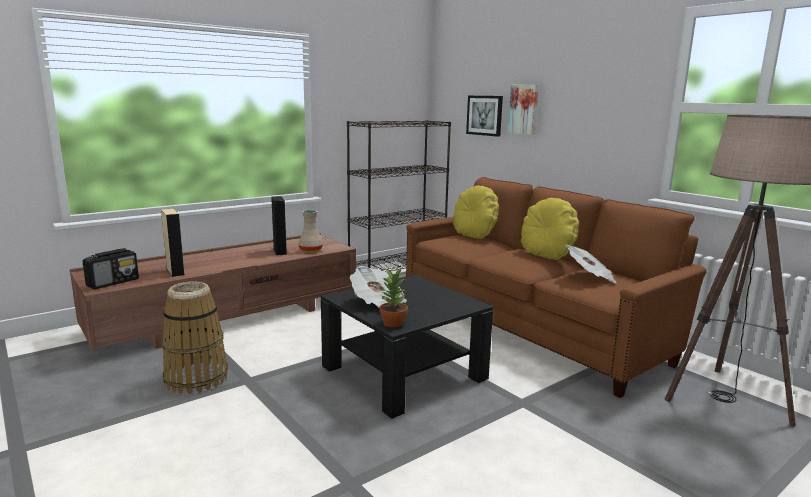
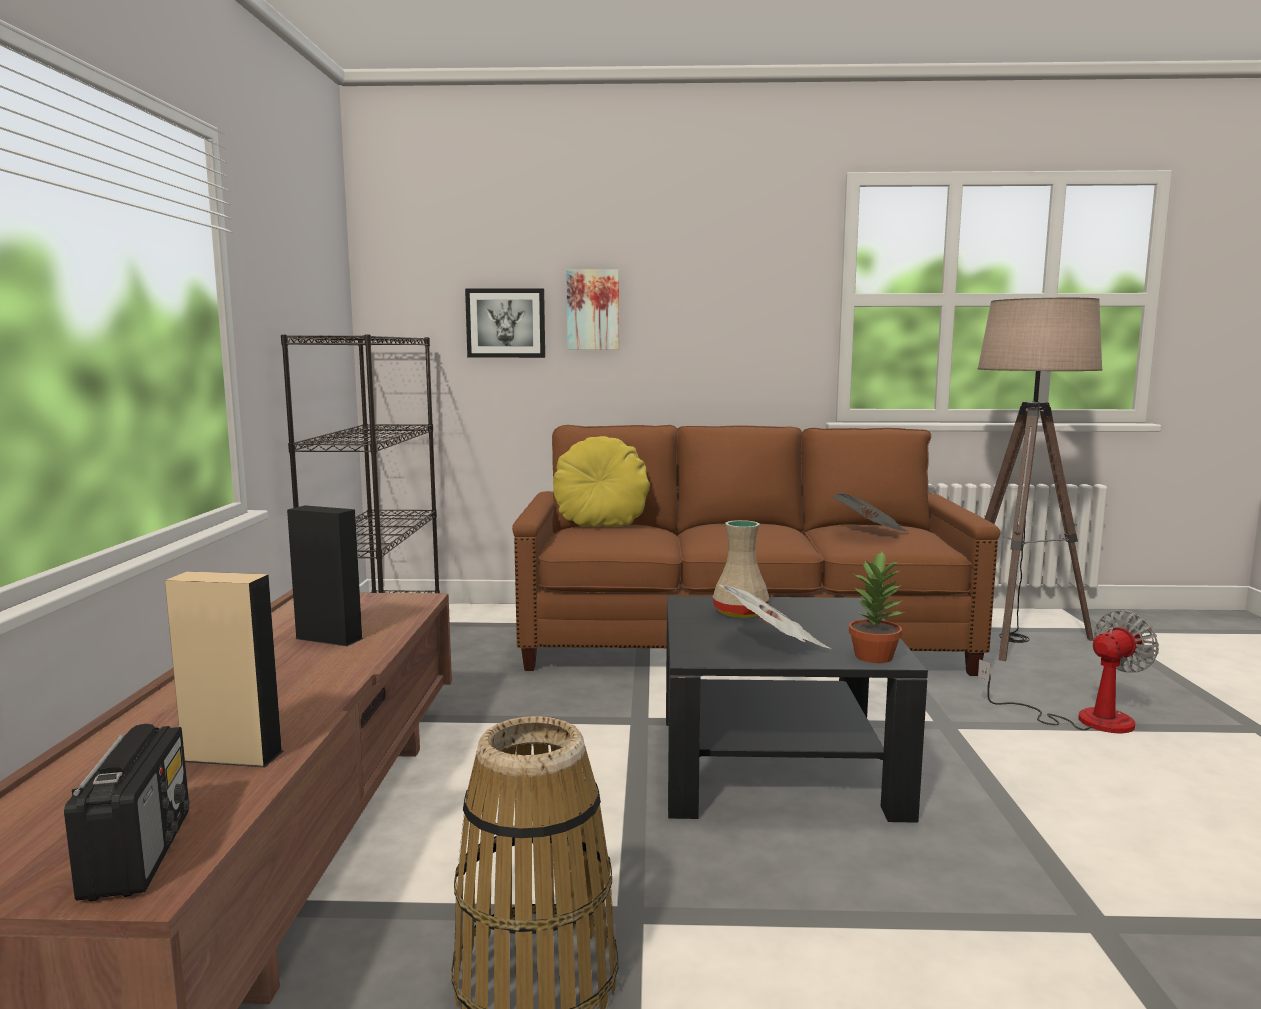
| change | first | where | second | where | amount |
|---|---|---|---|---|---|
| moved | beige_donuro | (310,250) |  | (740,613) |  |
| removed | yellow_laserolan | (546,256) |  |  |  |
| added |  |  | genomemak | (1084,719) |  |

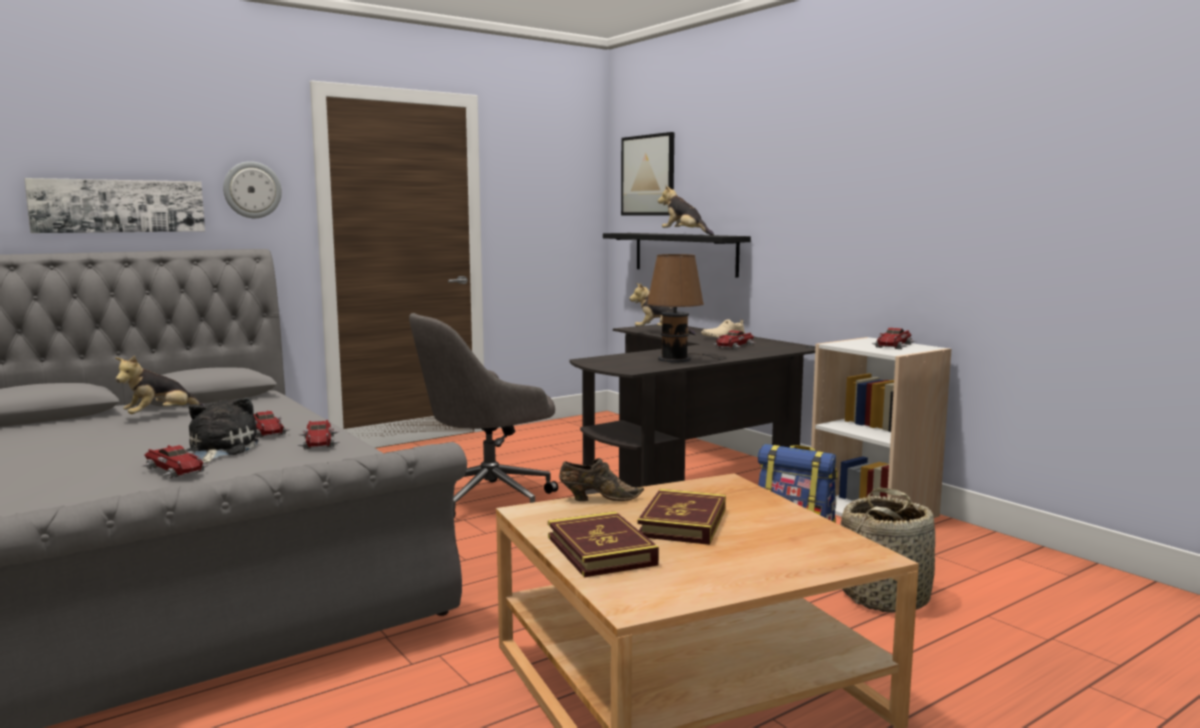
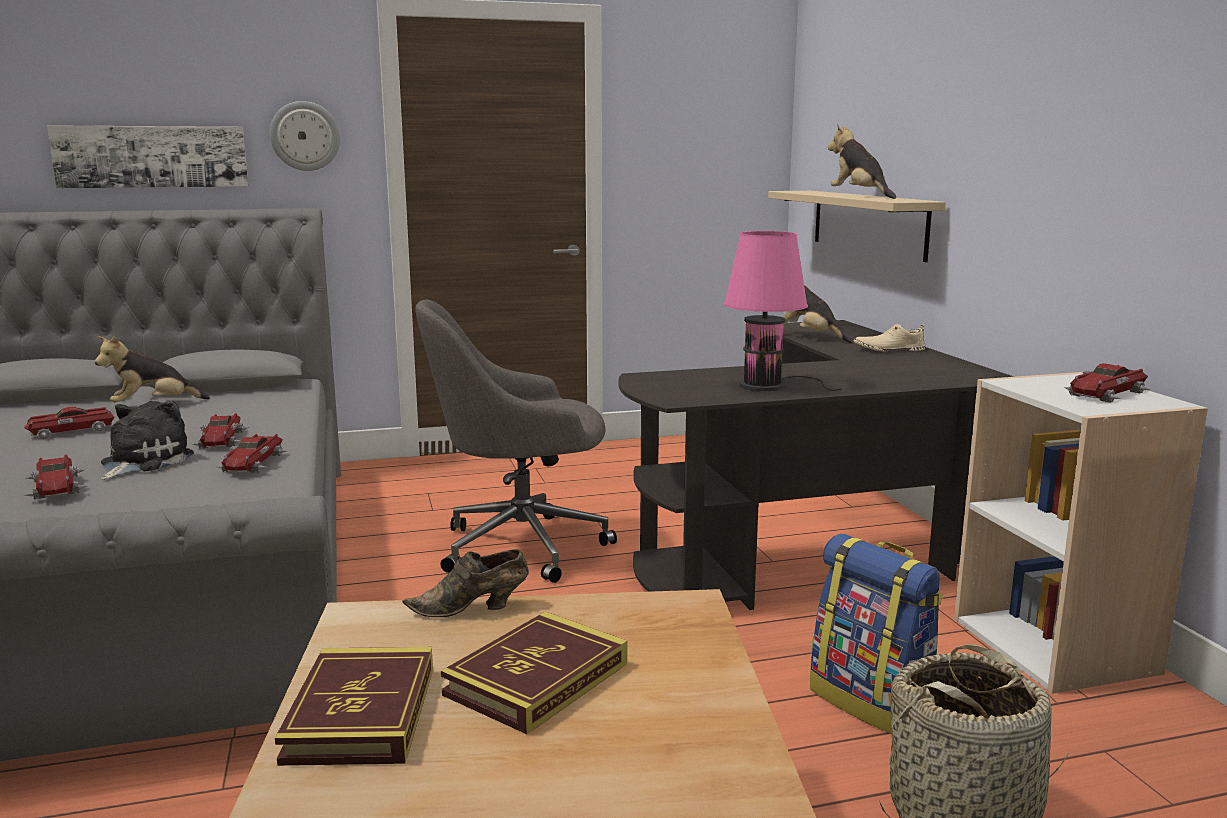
| change | first | where | second | where | amount |
|---|---|---|---|---|---|
| turned | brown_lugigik | (598,499) |  | (472,609) | 150 degrees clockwise |
| recoloured | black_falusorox | (685,253) | beige_falusorox | (868,223) |  |
| removed | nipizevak | (648,175) |  |  |  |
| recoloured | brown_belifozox | (677,359) | pink_belifozox | (767,385) |  |
| moved | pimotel | (734,346) |  | (71,431) |  |

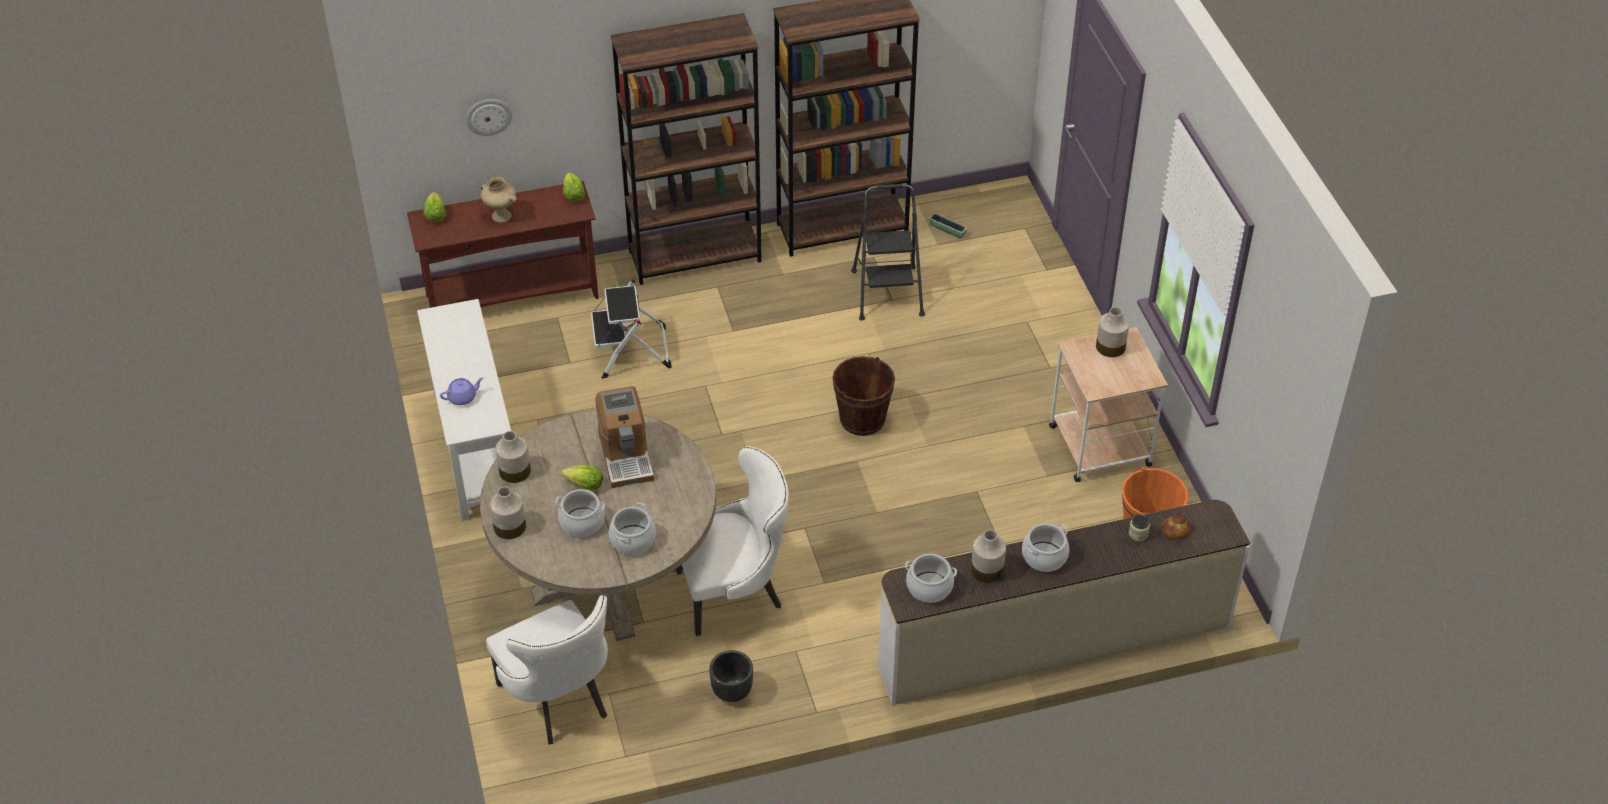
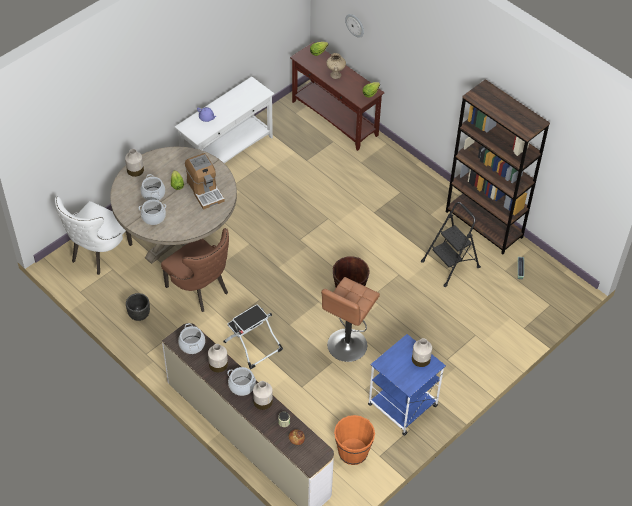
| change | first | where | second | where | amount |
|---|---|---|---|---|---|
| moved | beige_donuro | (515,470) |  | (263,401) |  |
| moved | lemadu | (631,349) |  | (253,343) |  |
| turned | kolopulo | (625,455) |  | (205,191) | 75 degrees counterclockwise |
| removed | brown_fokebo | (695,256) |  |  |  |
| recoloured | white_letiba | (734,592) | brown_letiba | (200,289) |  |
| recoloured | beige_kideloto | (1100,448) | blue_kideloto | (402,406) |  |
| added |  |  | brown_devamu | (346,345) |  |

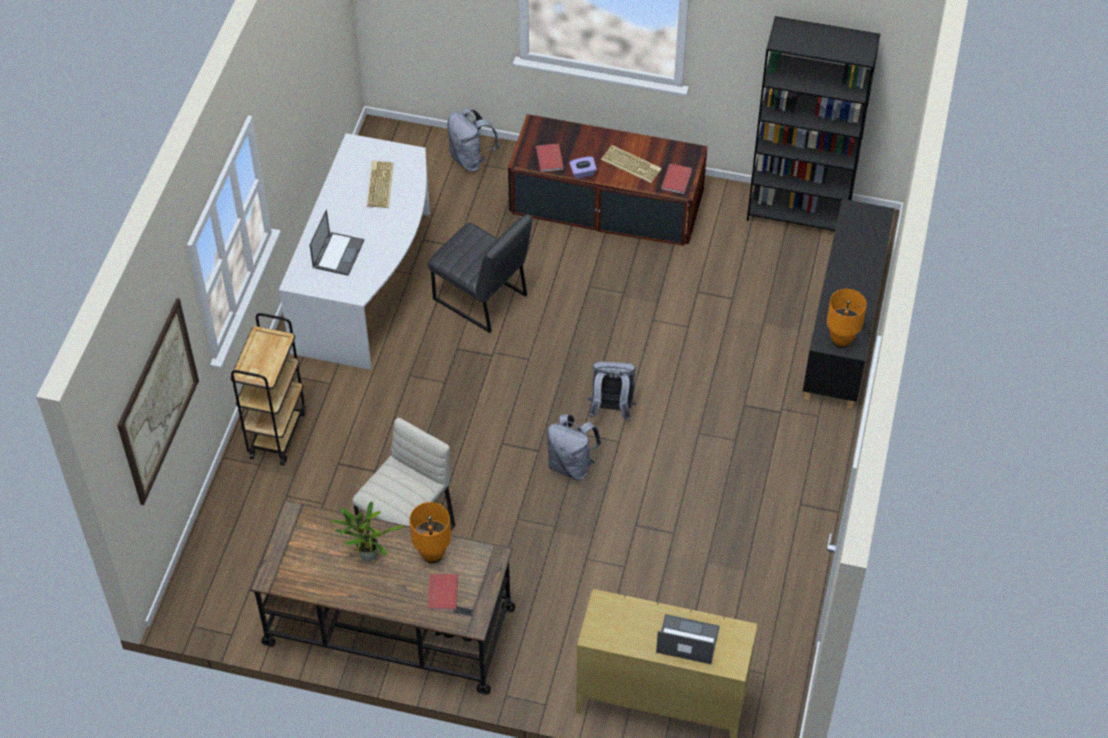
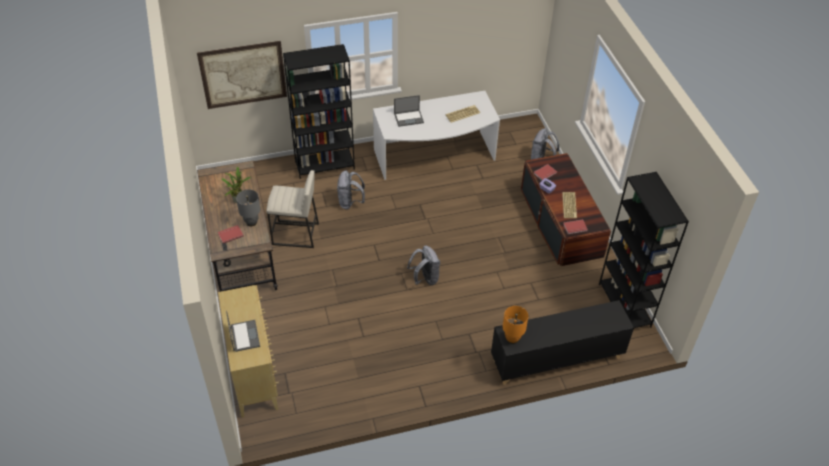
| change | first | where | second | where | amount |
|---|---|---|---|---|---|
| replaced | brown_kideloto | (277,434) | black_fokebo | (325,165) |  |
| recoloured | orange_belifozox | (432,554) | grey_belifozox | (251,222) |  |
| removed | grey_letiba | (482,299) |  |  |  |
| moved | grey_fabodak | (571,465) |  | (350,203) |  |

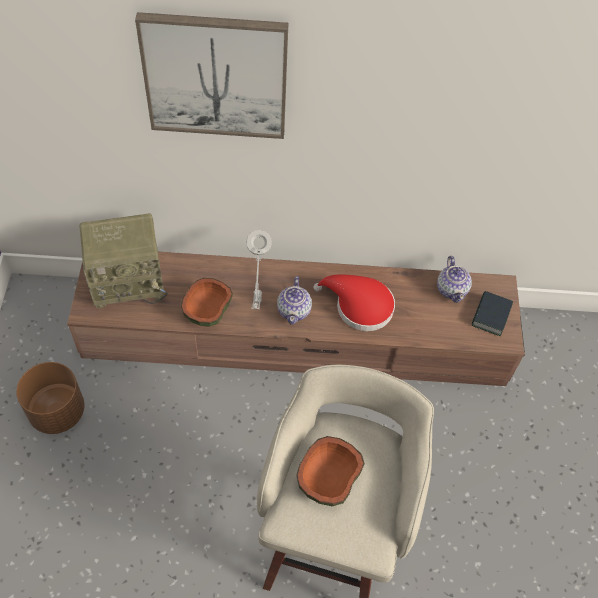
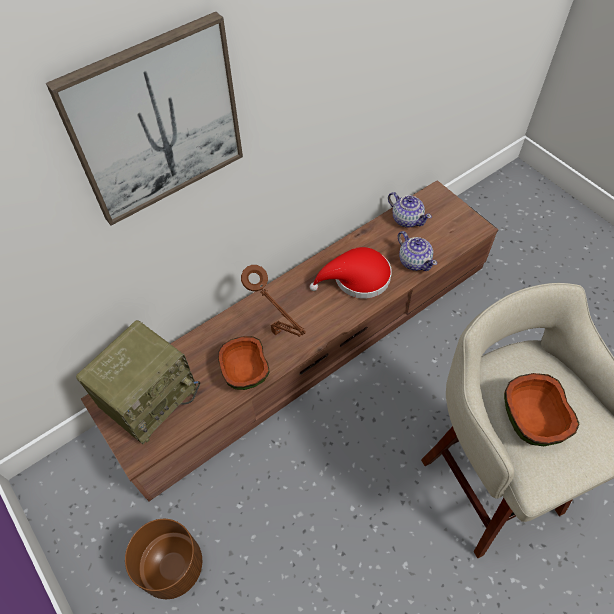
| change | first | where | second | where | amount |
|---|---|---|---|---|---|
| recoloured | grey_belifozox | (257,302) | brown_belifozox | (278,333) |  |
| moved | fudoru | (294,310) |  | (414,261) |  |
| removed | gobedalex | (490,316) |  |  |  |

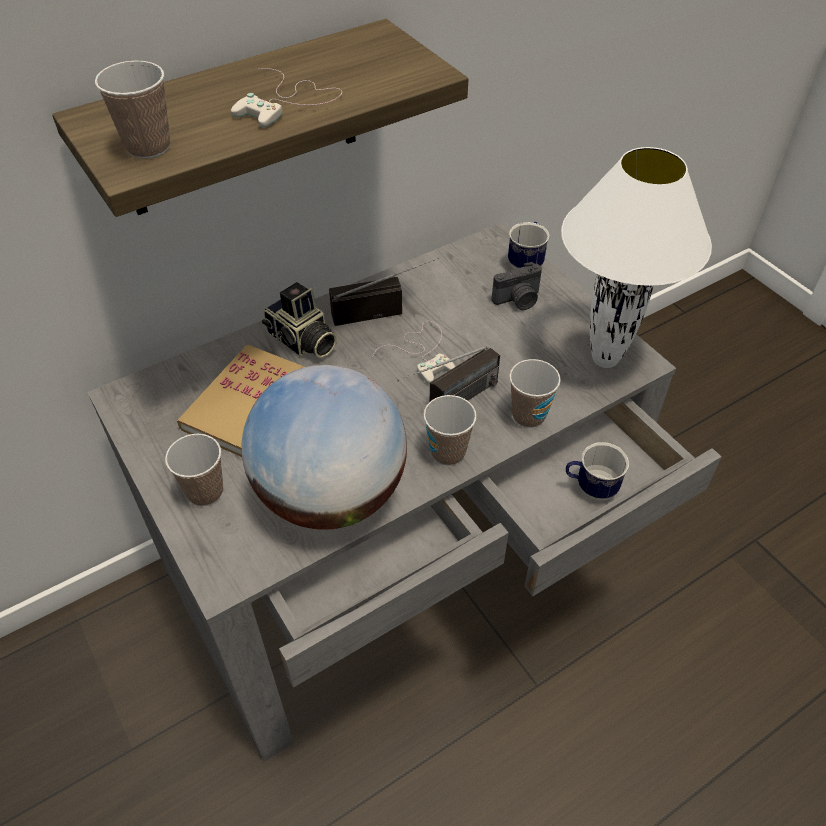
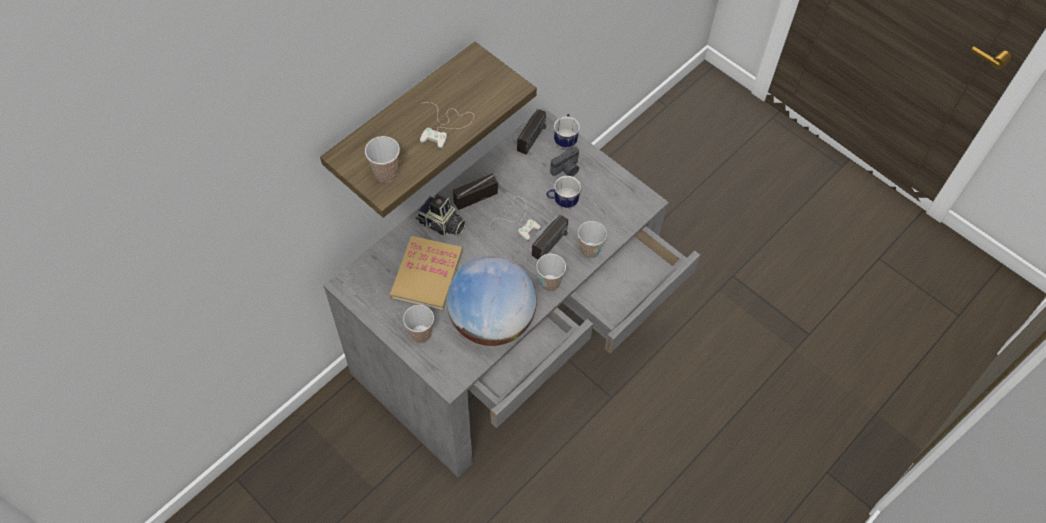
| change | first | where | second | where | amount |
|---|---|---|---|---|---|
| removed | white_belifozox | (603,359) |  |  |  |
| moved | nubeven | (590,488) |  | (562,202) |  |
| added |  |  | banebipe | (527,146) |  |

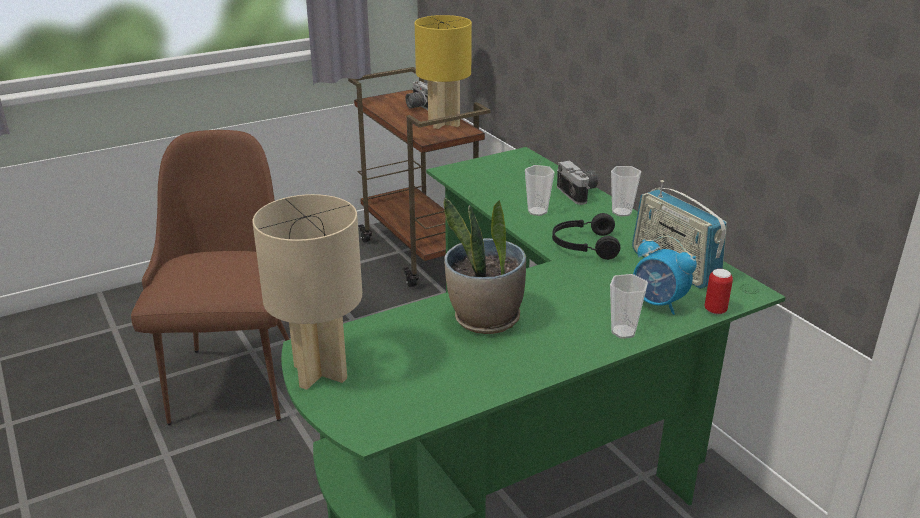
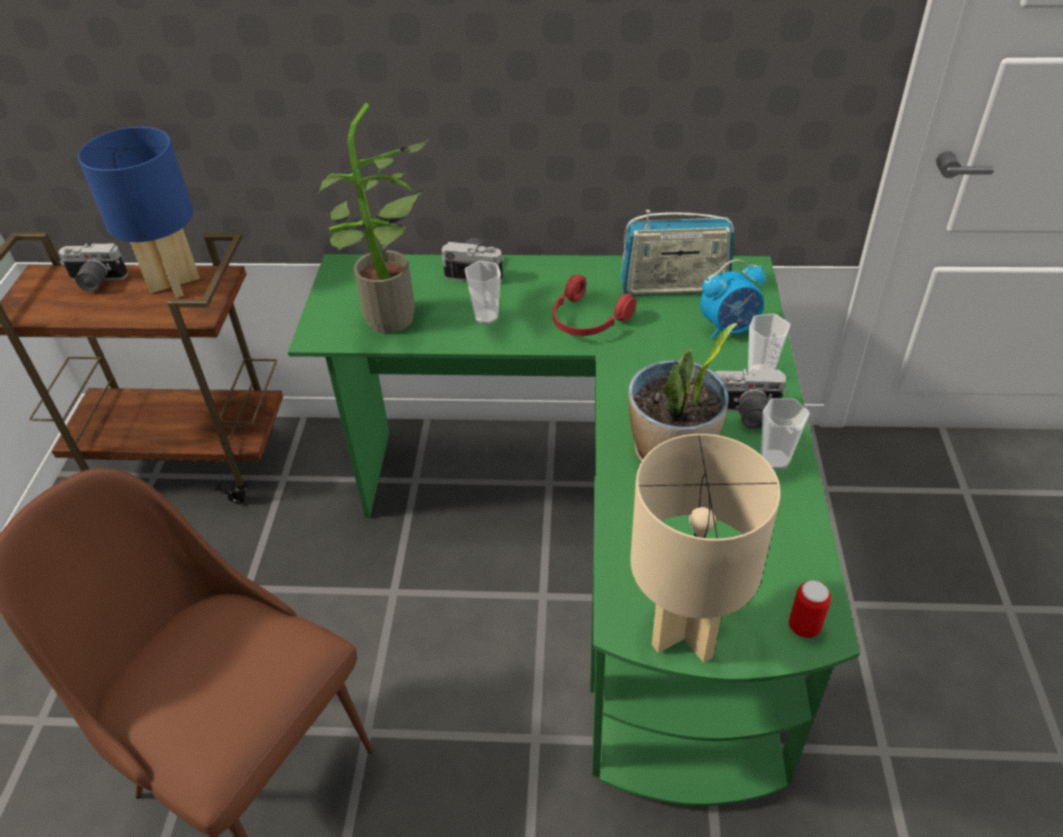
| change | first | where | second | where | amount |
|---|---|---|---|---|---|
| recoloured | yellow_belifozox | (444,123) | blue_belifozox | (175,283) |  |
| recoloured | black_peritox | (584,246) | red_peritox | (587,320) |  |
| moved | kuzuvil | (621,212) |  | (775,459) |  |
| moved | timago | (715,310) |  | (804,627) |  |
| added |  |  | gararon | (391,323) |  |
| added |  |  | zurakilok | (745,414) |  |

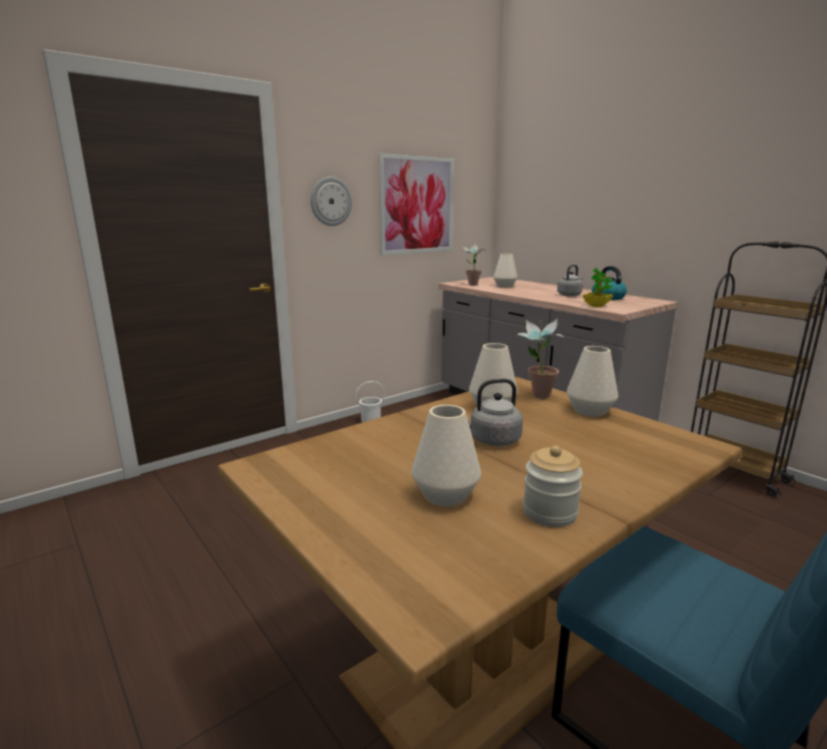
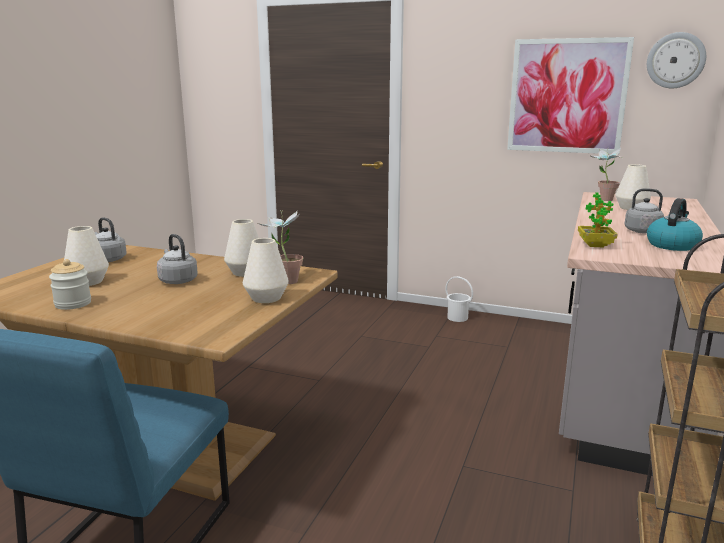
| change | first | where | second | where | amount |
|---|---|---|---|---|---|
| moved | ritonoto | (330,201) |  | (675,60) |  |
| added |  |  | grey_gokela | (108,259) |  |

